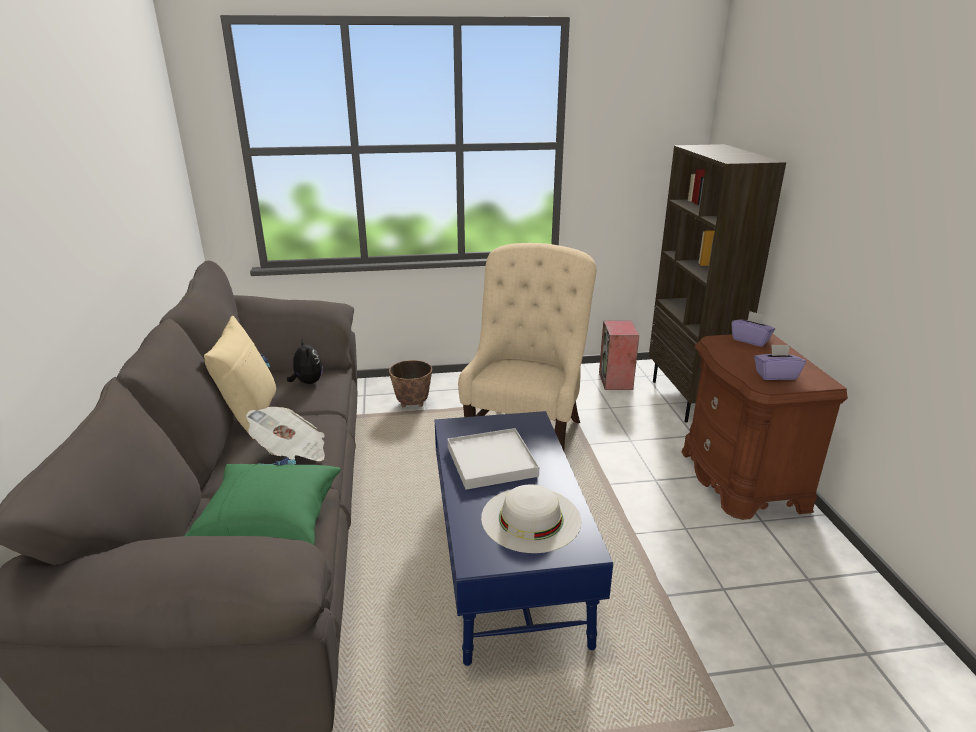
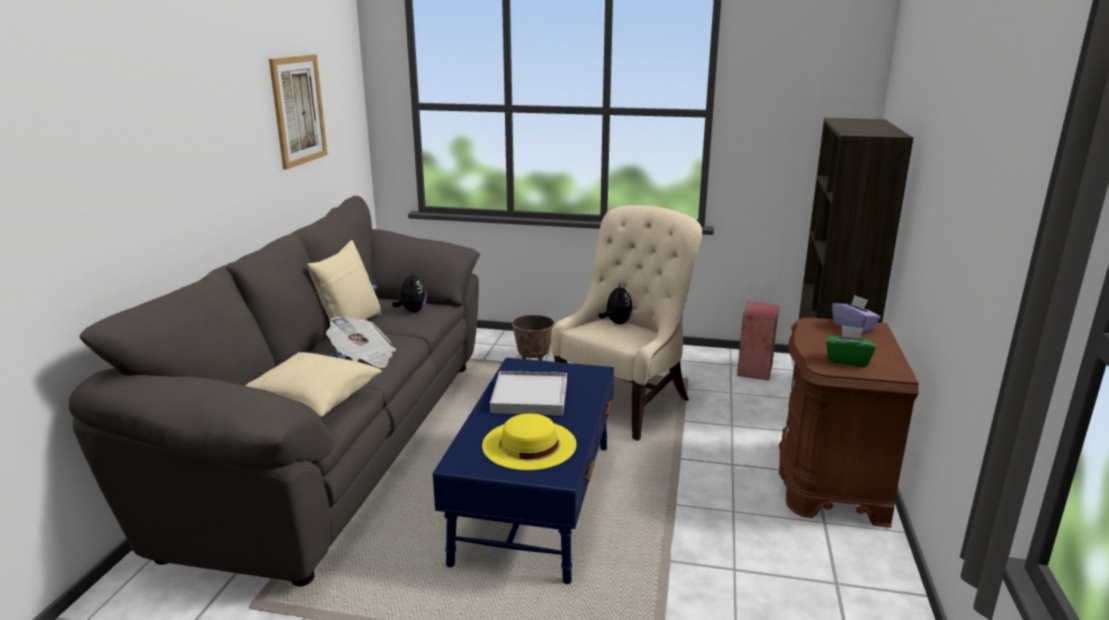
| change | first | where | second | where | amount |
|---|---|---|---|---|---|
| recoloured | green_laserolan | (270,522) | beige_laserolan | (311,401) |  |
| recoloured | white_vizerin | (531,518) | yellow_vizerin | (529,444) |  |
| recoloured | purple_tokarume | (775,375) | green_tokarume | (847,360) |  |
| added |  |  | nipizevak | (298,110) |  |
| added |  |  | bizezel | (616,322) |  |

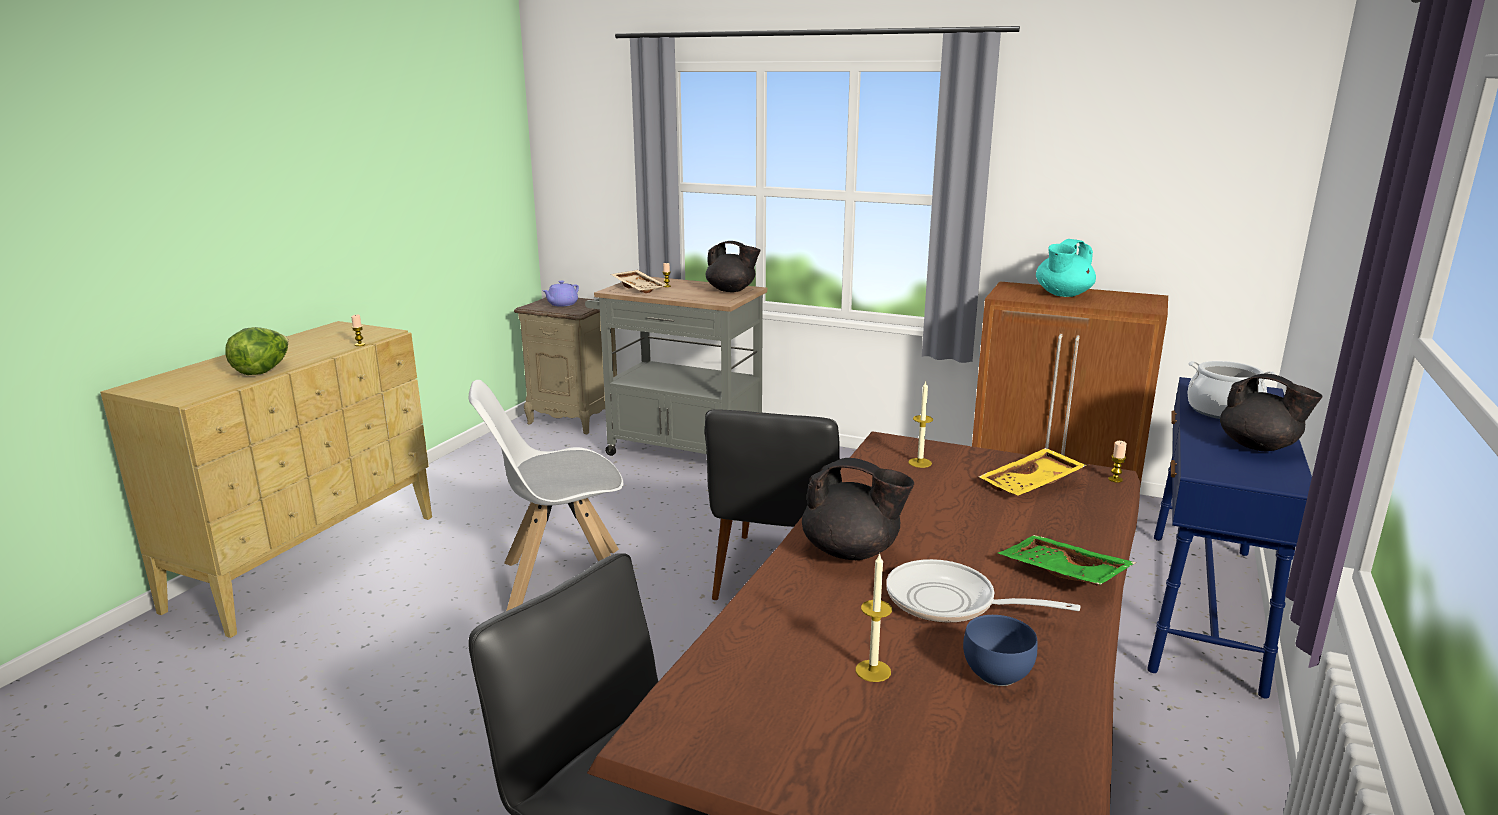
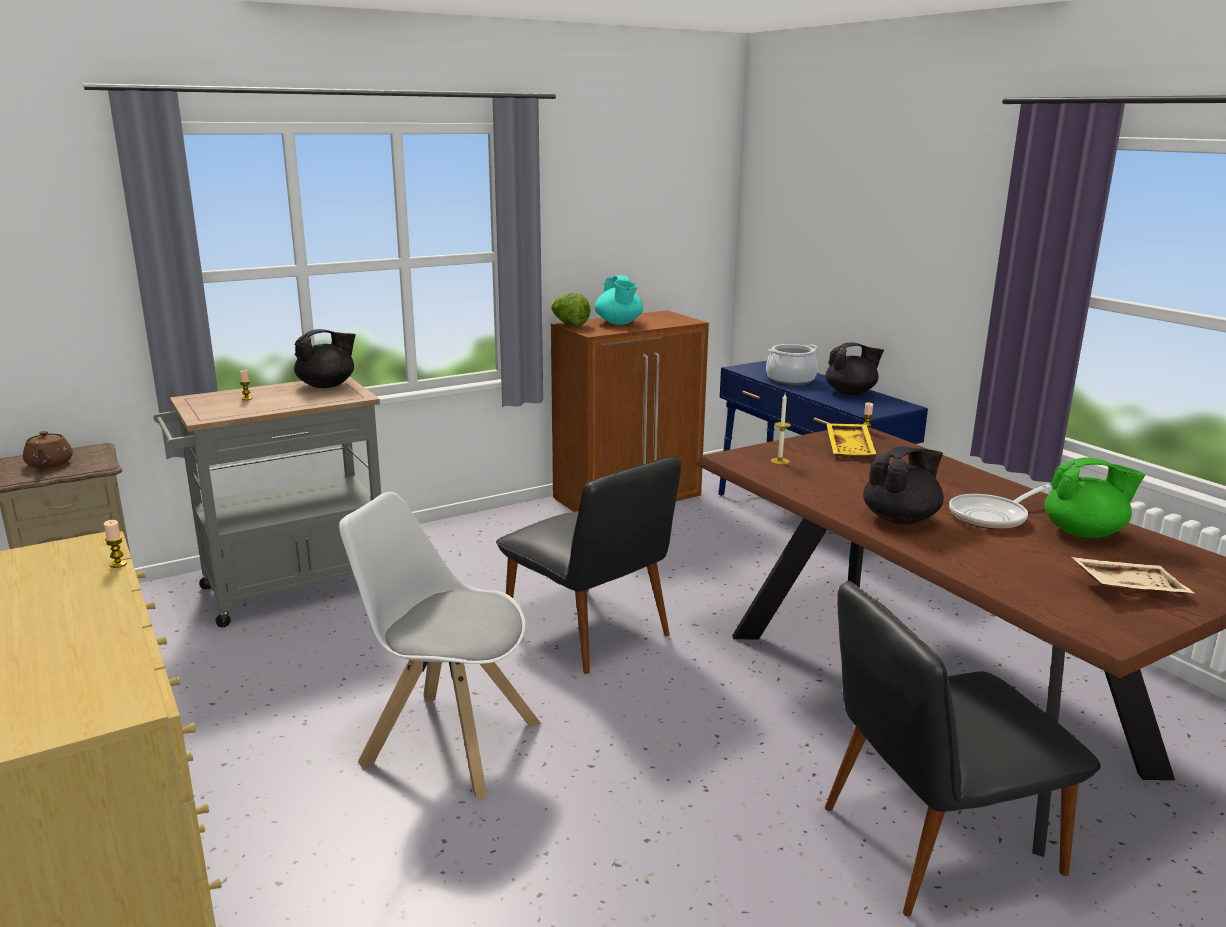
| change | first | where | second | where | amount |
|---|---|---|---|---|---|
| moved | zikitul | (263,370) |  | (569,325) |  |
| turned | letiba | (560,582) |  | (447,741) | 90 degrees clockwise |
| recoloured | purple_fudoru | (562,304) | brown_fudoru | (49,464) |  |
| moved | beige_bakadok | (640,288) |  | (1127,587) |  |
| removed | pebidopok | (873,671) |  |  |  |
| replaced | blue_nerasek | (996,676) | green_fudoru | (1084,533) |  |
| removed | green_bakadok | (1061,574) |  |  |  |

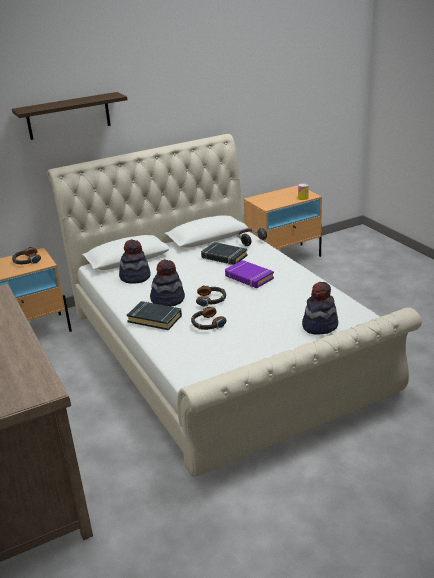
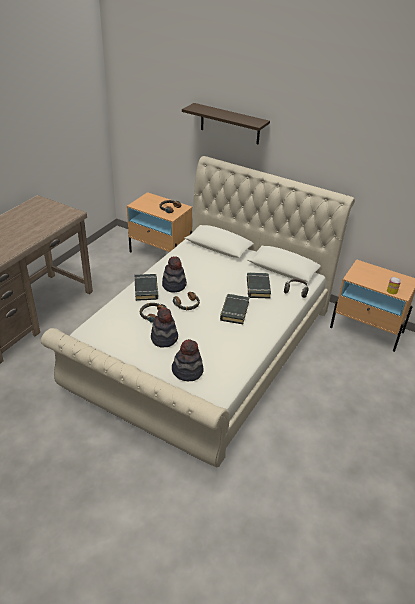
| change | first | where | second | where | amount |
|---|---|---|---|---|---|
| moved | vizerin | (135,277) |  | (164,338) |  |
| recoloured | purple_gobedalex | (249,277) | black_gobedalex | (234,311) |  |

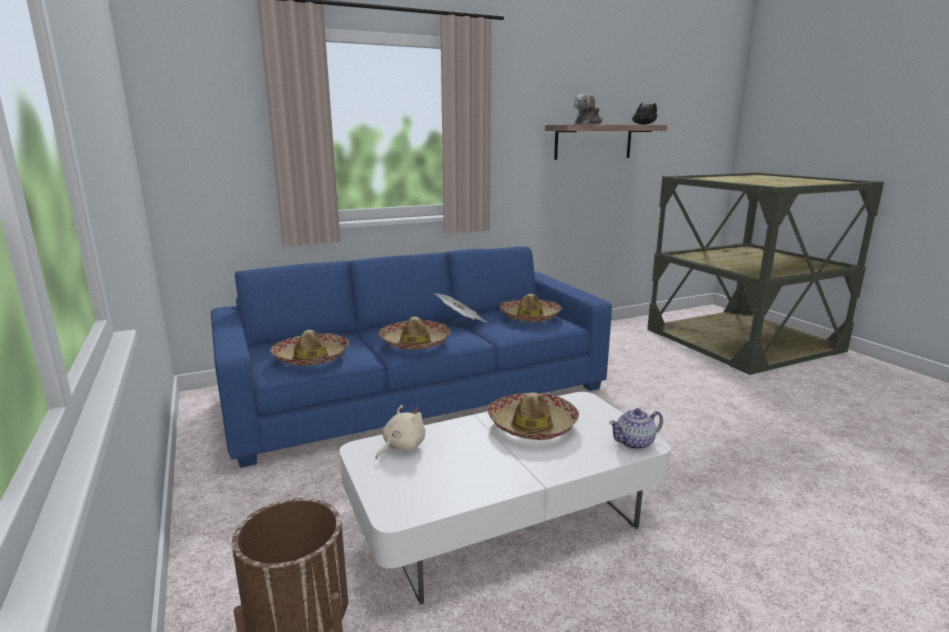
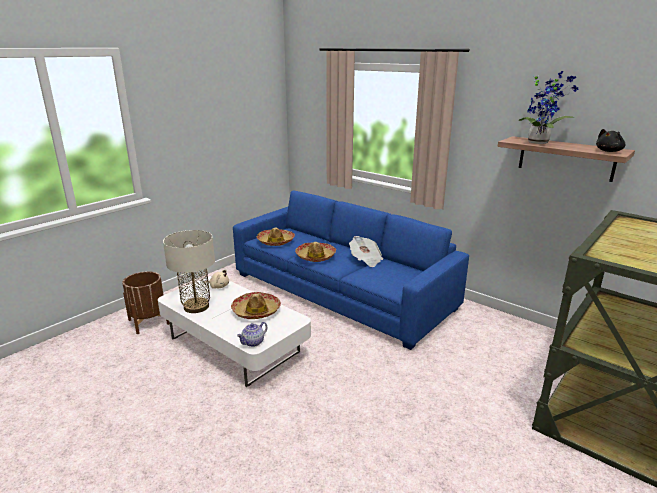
| change | first | where | second | where | amount |
|---|---|---|---|---|---|
| removed | vizerin | (530,317) |  |  |  |
| replaced | bizezel | (587,124) | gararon | (540,142) |  |
| turned | fudoru | (635,443) |  | (253,342) | 90 degrees counterclockwise |
| added |  |  | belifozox | (196,307) |  |

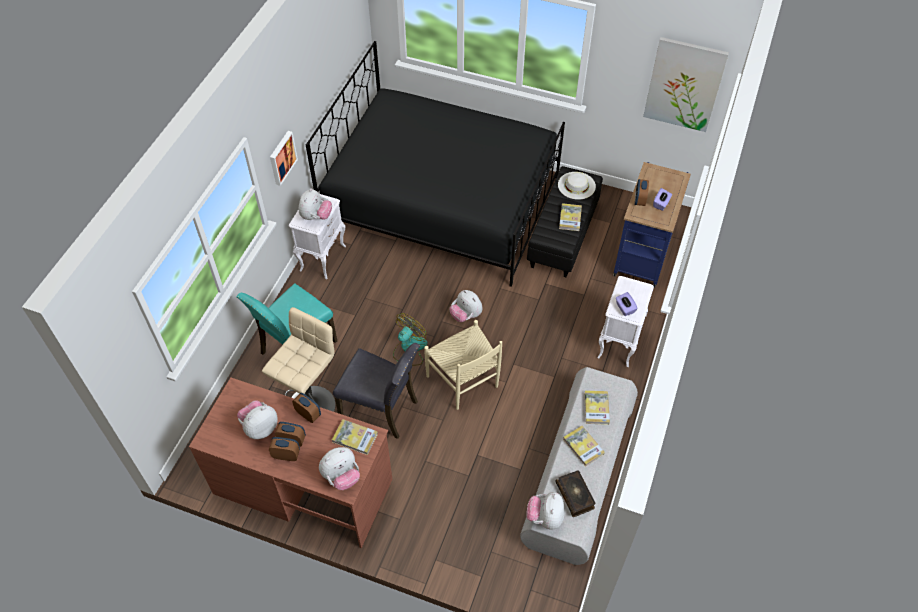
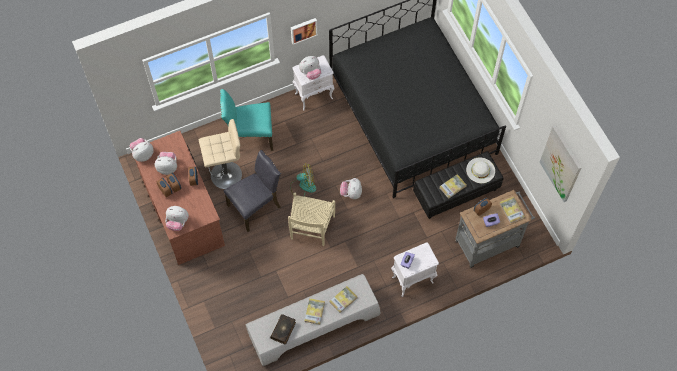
| change | first | where | second | where | amount |
|---|---|---|---|---|---|
| moved | gobedalex | (355,438) |  | (511,210) |  |
| turned | grey_letiba | (381,409) |  | (256,206) | 105 degrees counterclockwise |
| moved | bizezel | (545,517) |  | (143,154) |  |
| recoloured | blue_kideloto | (643,254) | grey_kideloto | (489,243) |  |

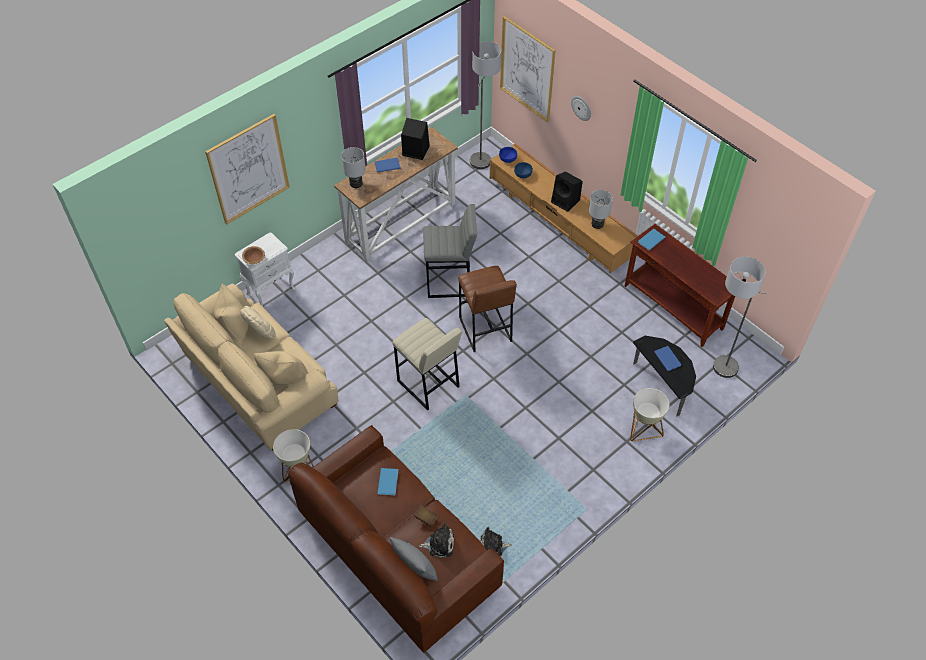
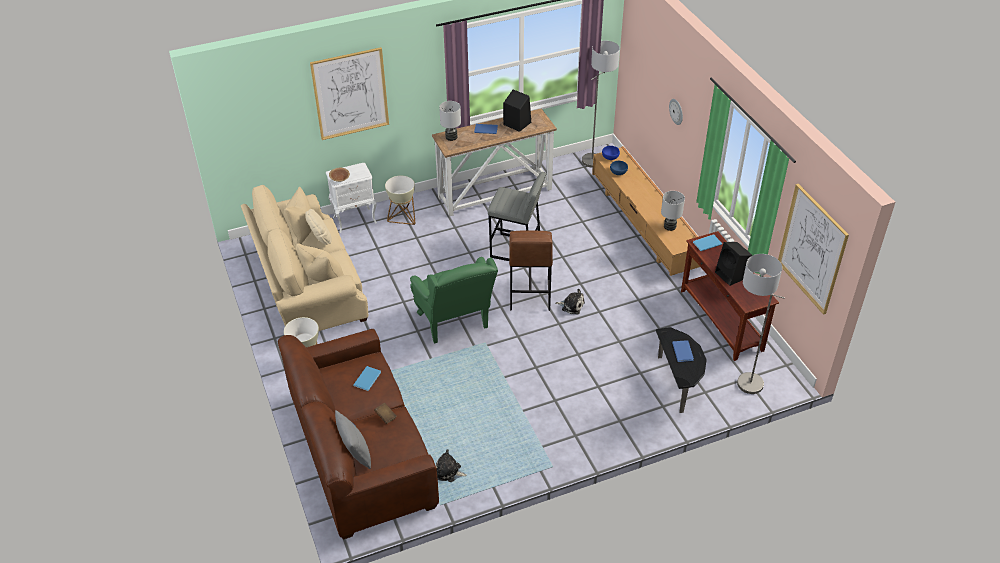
| change | first | where | second | where | amount |
|---|---|---|---|---|---|
| replaced | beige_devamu | (429,384) | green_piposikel | (456,326) |  |
| moved | bizezel | (439,544) |  | (571,305) |  |
| moved | nipizevak | (527,69) |  | (812,249) |  |
| moved | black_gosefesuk | (566,201) |  | (732,275) |  |
| moved | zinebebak | (644,429) |  | (403,217) |  |

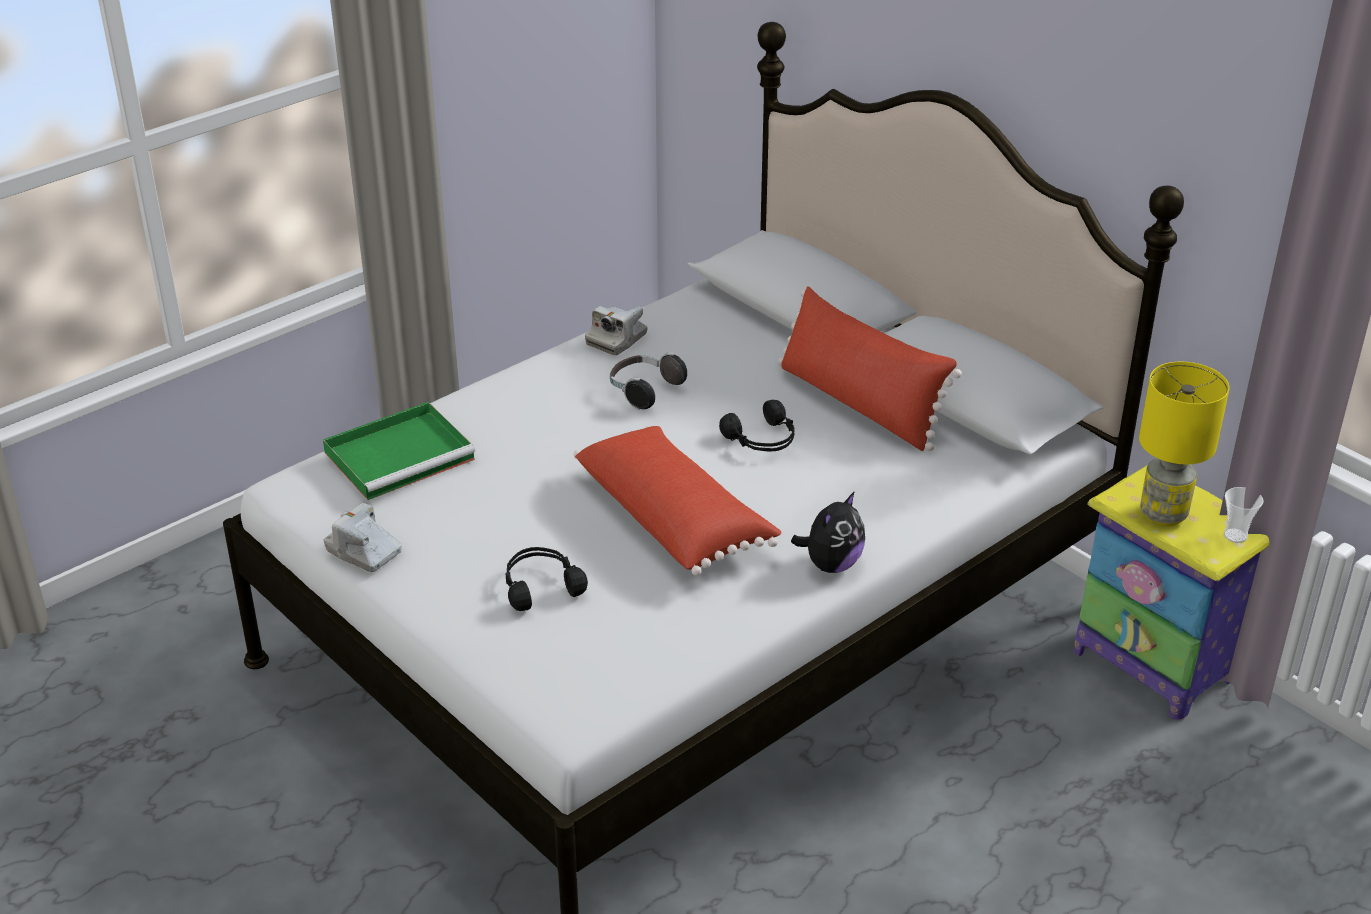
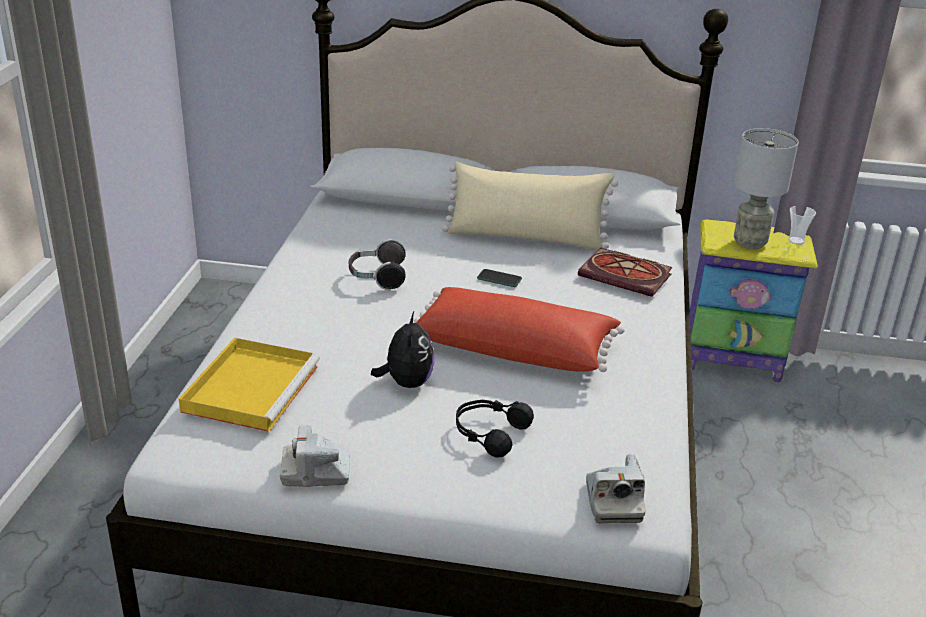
| change | first | where | second | where | amount |
|---|---|---|---|---|---|
| recoloured | green_bakadok | (401,454) | yellow_bakadok | (251,387) |  |
| moved | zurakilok | (617,340) |  | (613,502) |  |
| replaced | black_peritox | (763,440) | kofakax | (499,279) |  |
| recoloured | red_laserolan | (859,404) | beige_laserolan | (526,238) |  |
| moved | bizezel | (831,564) |  | (406,382) |  |
| recoloured | yellow_belifozox | (1163,514) | grey_belifozox | (749,243) |  |
| added |  |  | gobedalex | (627,276) |  |

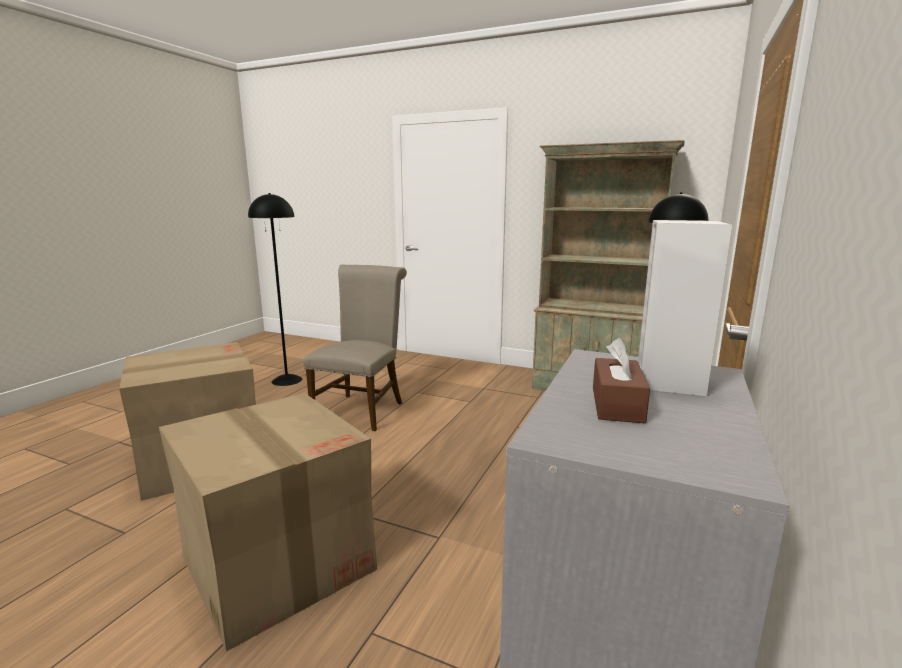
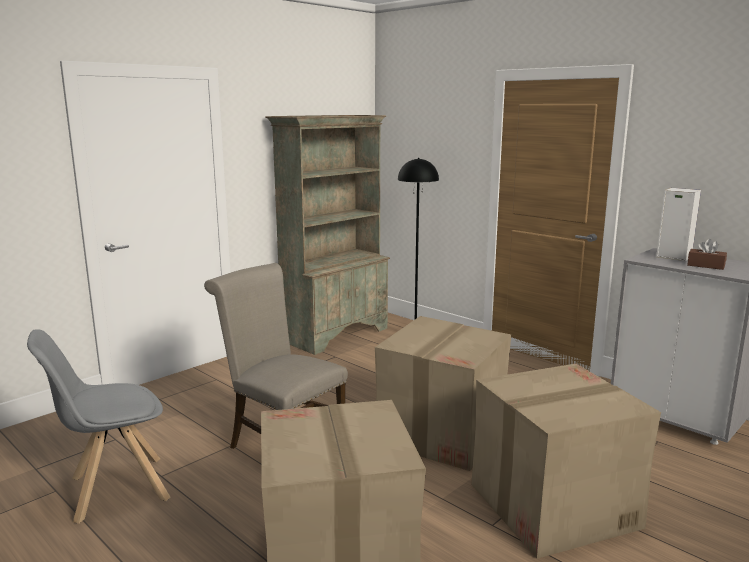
| change | first | where | second | where | amount |
|---|---|---|---|---|---|
| replaced | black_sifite | (287,380) | grey_letiba | (113,490) |  |
| added |  |  | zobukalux | (442,433) |  |

